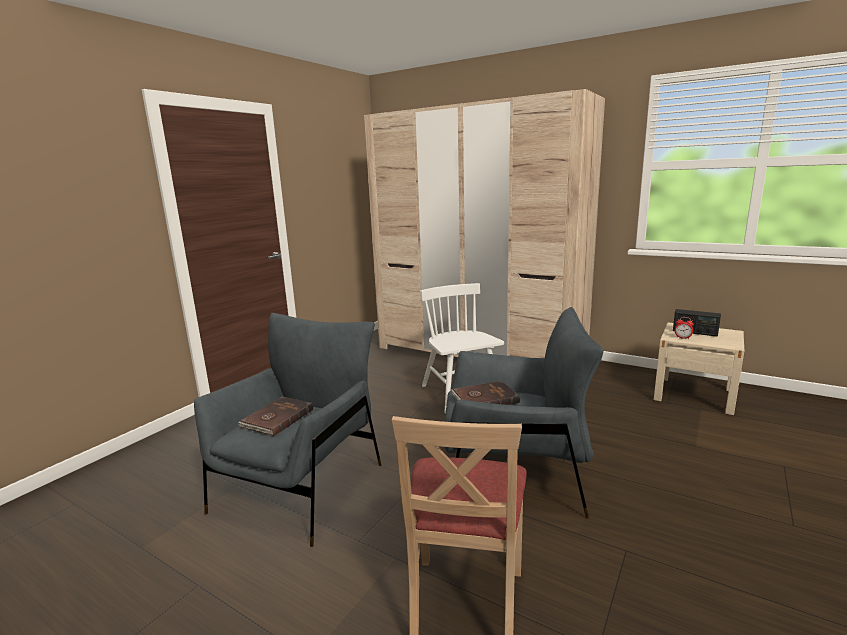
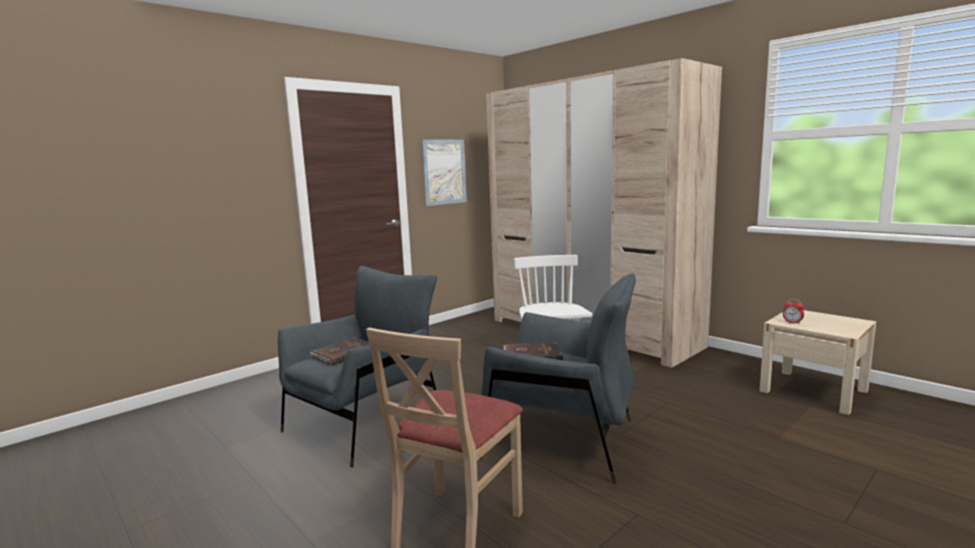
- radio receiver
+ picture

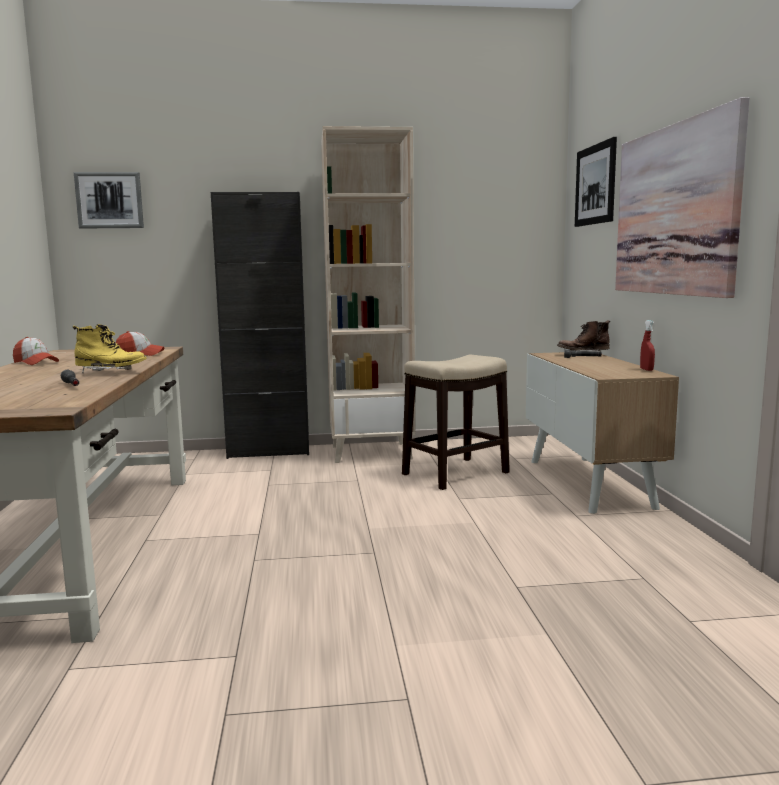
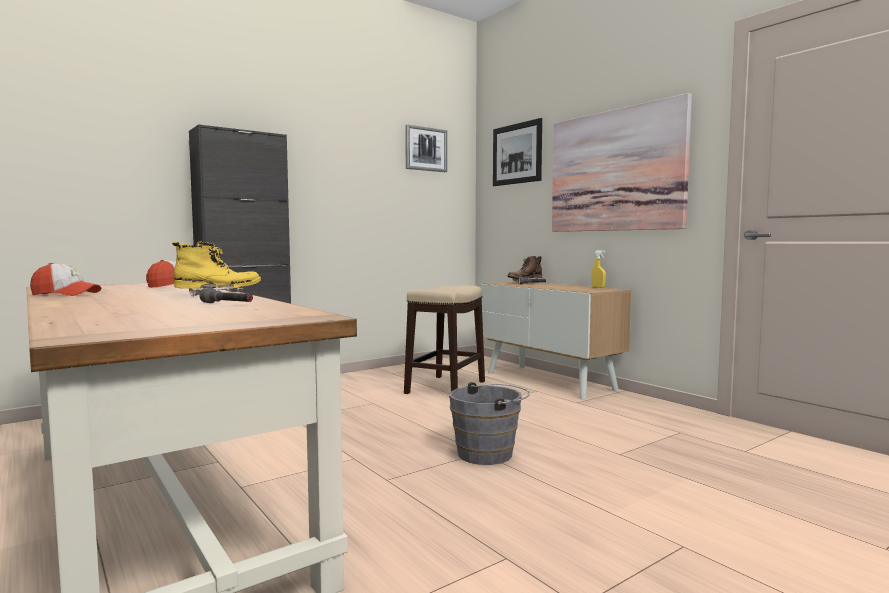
~ picture (1st from left)
- bookshelf/beige-coloured
~ hand sprayer/red to hand sprayer/yellow
+ water bucket/greyish

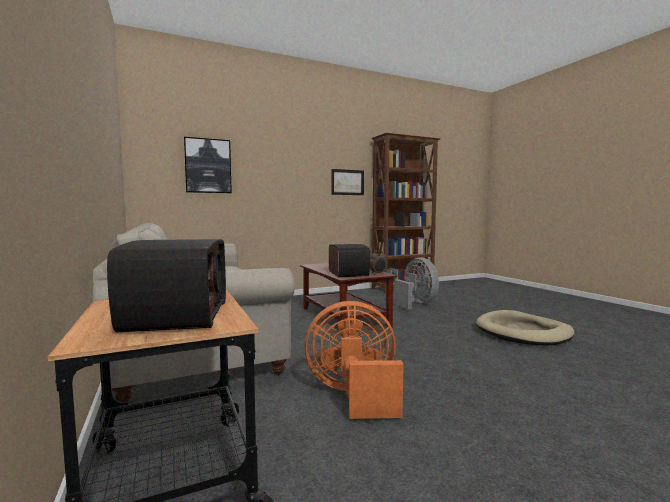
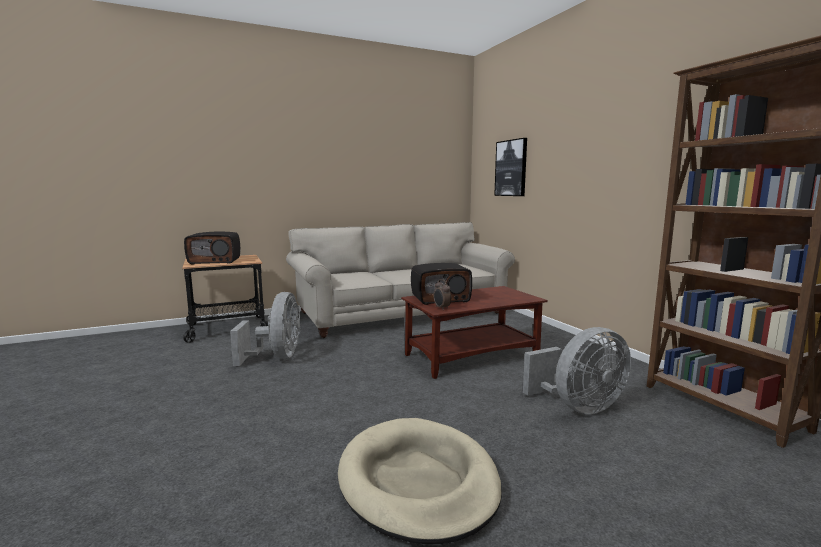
~ fan/orange-coloured to fan/greyish (1st from left)
- picture (2nd from left)

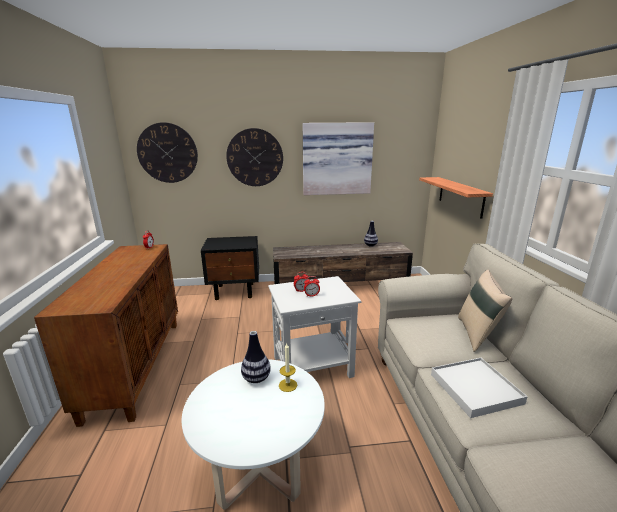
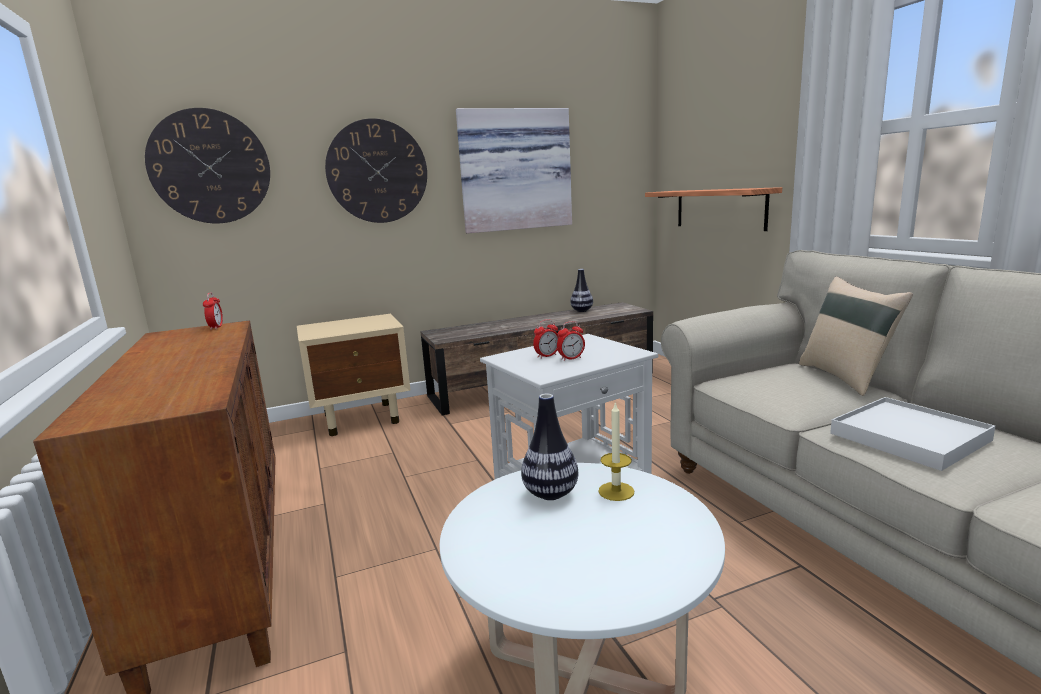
~ bedside table/black-coloured to bedside table/beige-coloured

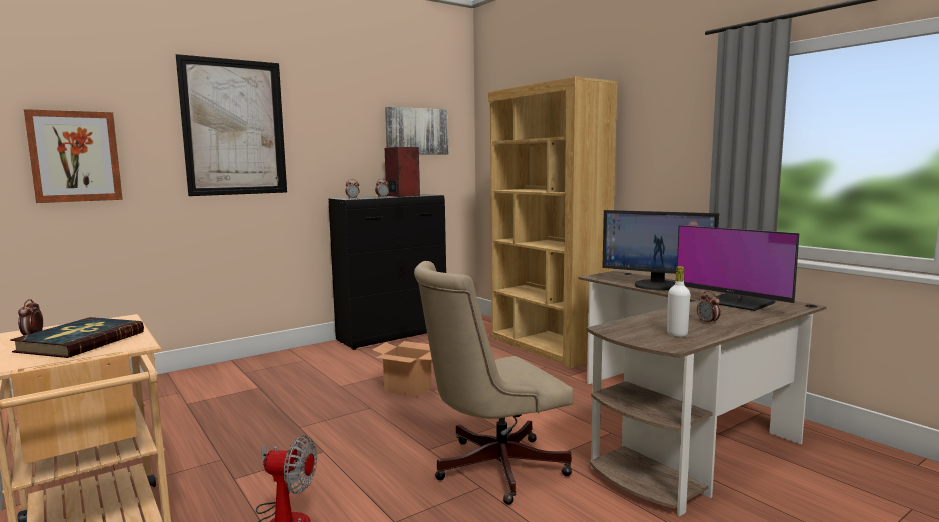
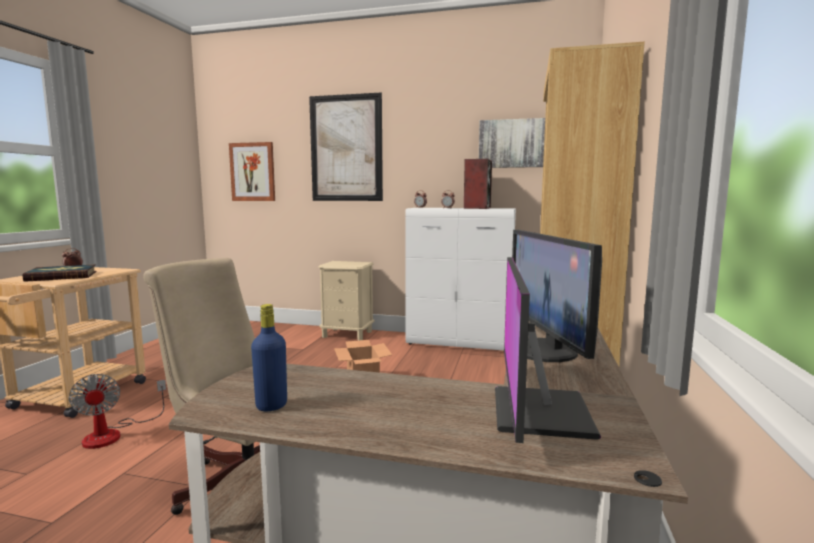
~ cabinet/black-coloured to cabinet/white
~ bottle/white to bottle/blue
- table clock (4th from left)
+ bedside table/beige-coloured

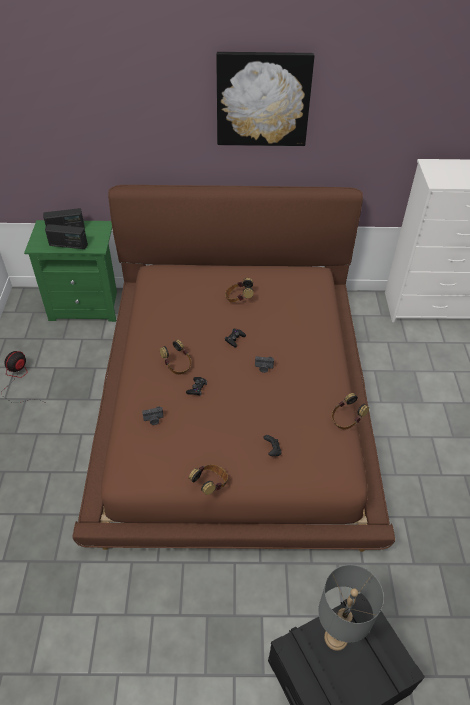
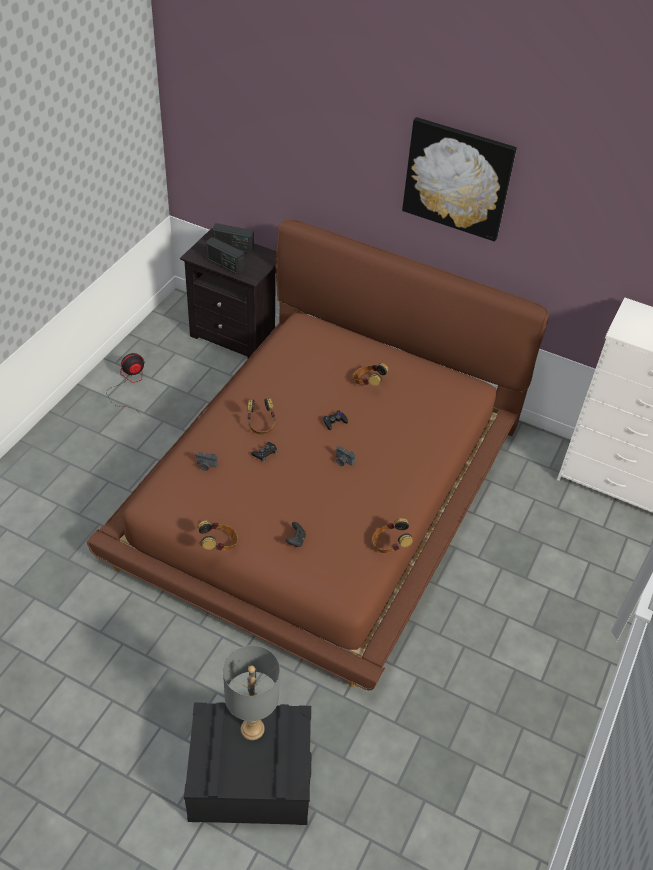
~ bedside table/green to bedside table/black-coloured

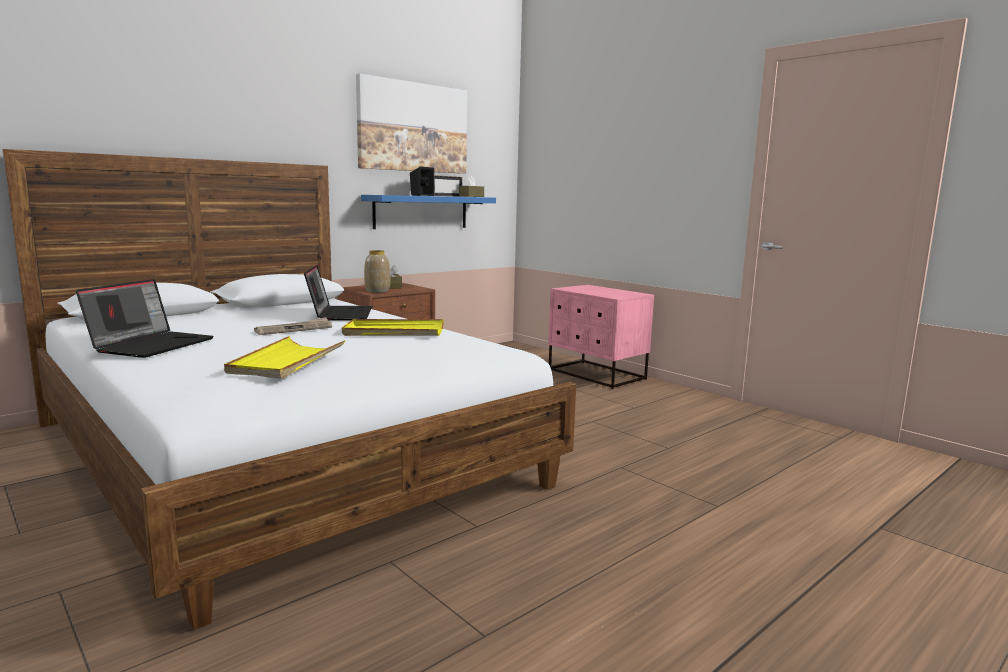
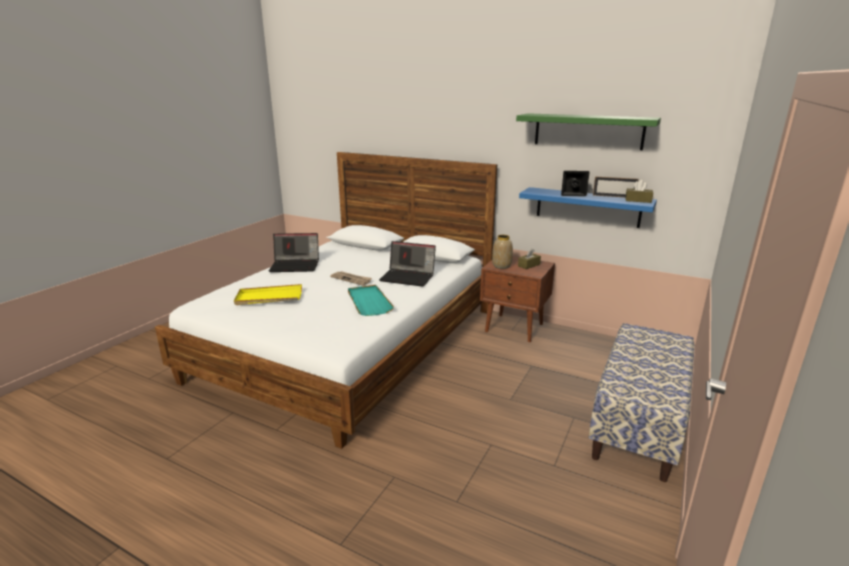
~ laptop (2nd from left) 45 degrees clockwise
~ carrying tray/yellow (2nd from left) to carrying tray/turquoise
~ picture to wall shelf/green
~ bedside table/pink to indoor bench

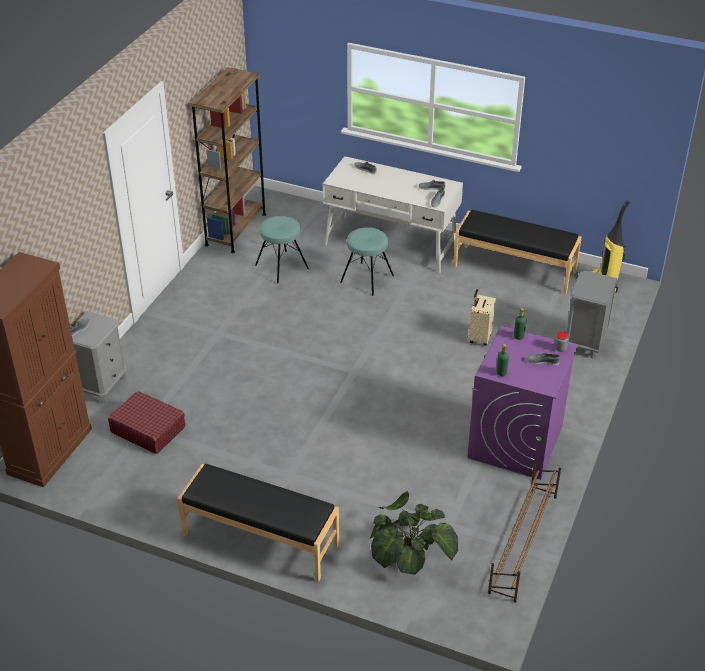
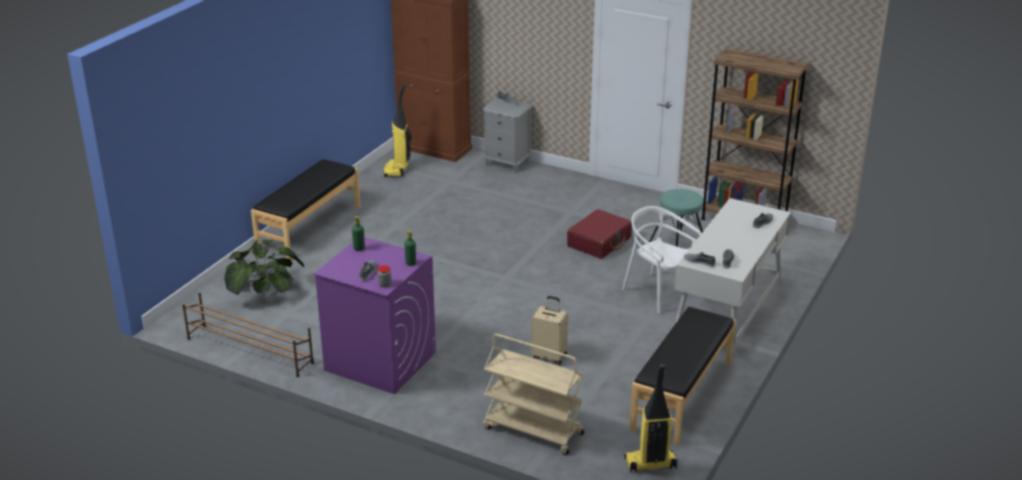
~ suitcase/red
~ stool/turquoise (2nd from left) to upright chair/white
~ bedside table/greyish (2nd from left) to wheeled cart/beige-coloured
+ hoover (1st from left)

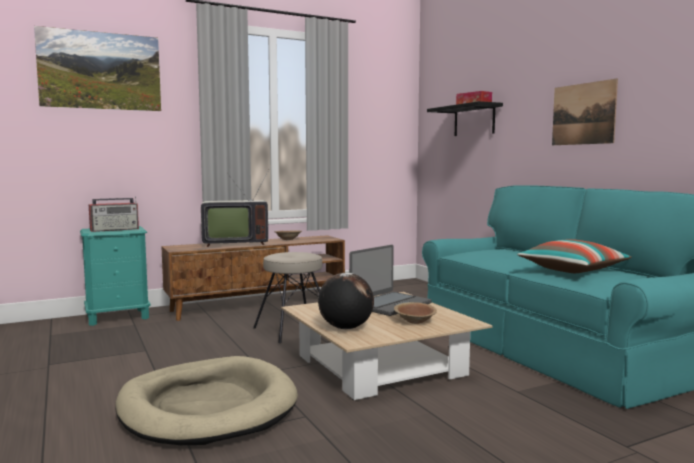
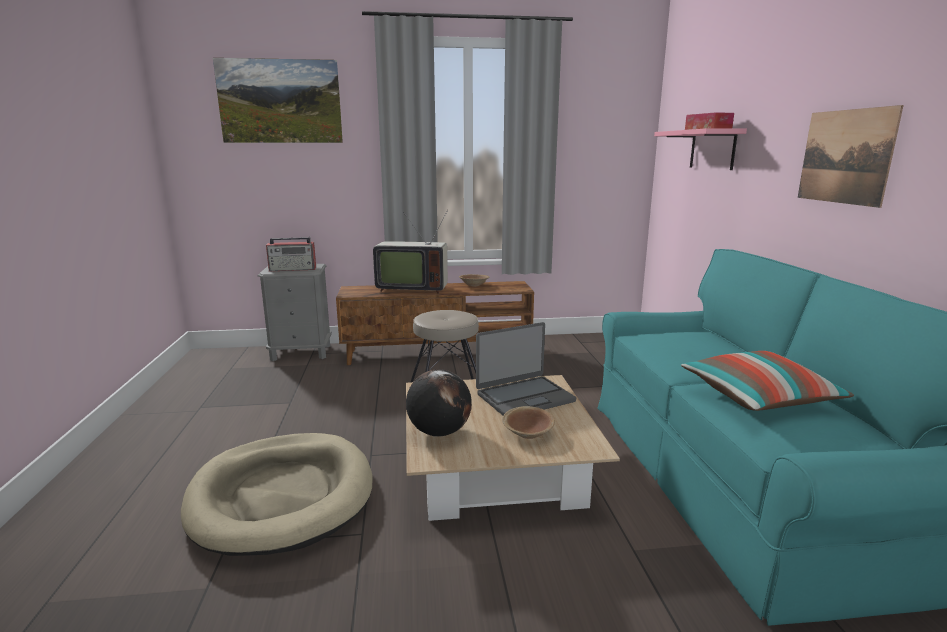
~ bedside table/turquoise to bedside table/greyish
~ wall shelf/black-coloured to wall shelf/pink

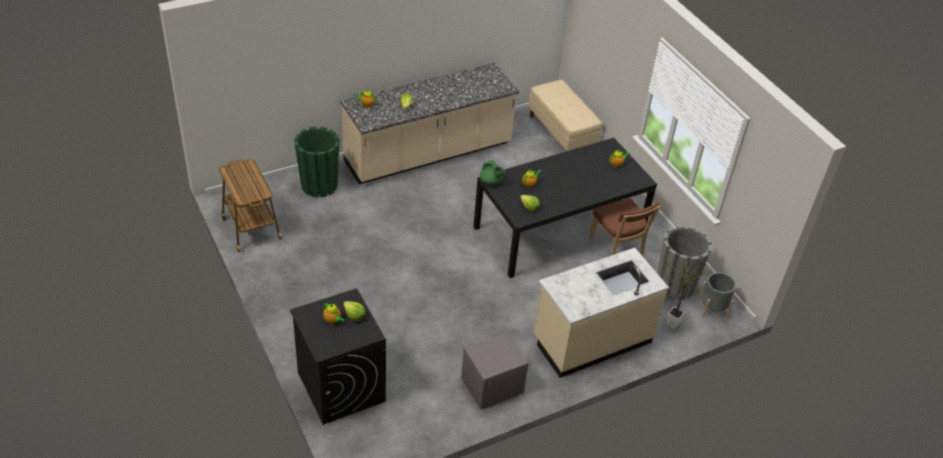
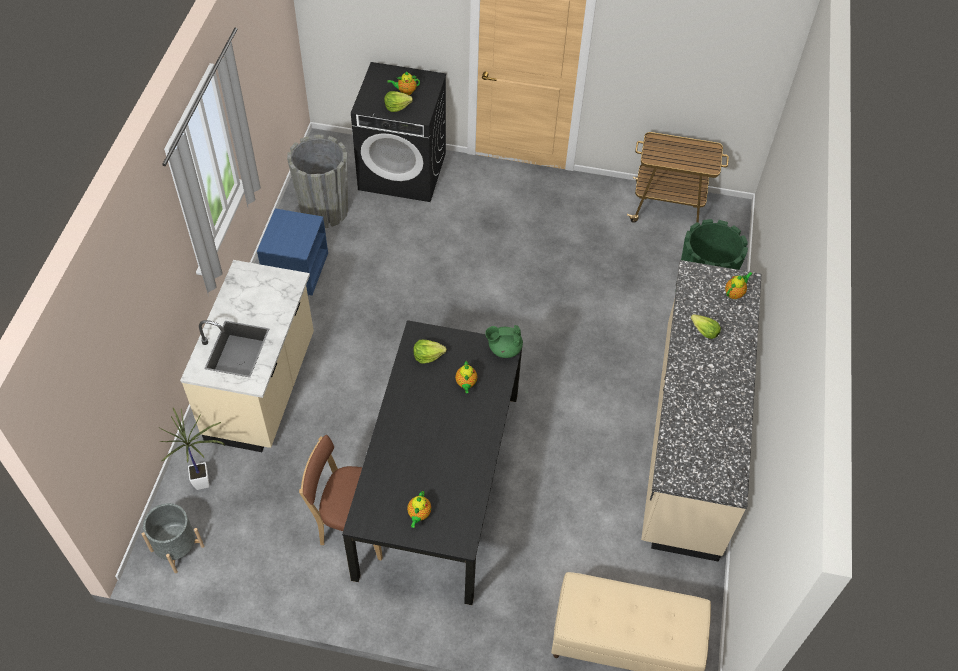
~ bedside table/greyish to bedside table/blue
~ plant pot/greyish (1st from left in the first image) to plant pot/greyish (2nd from left)

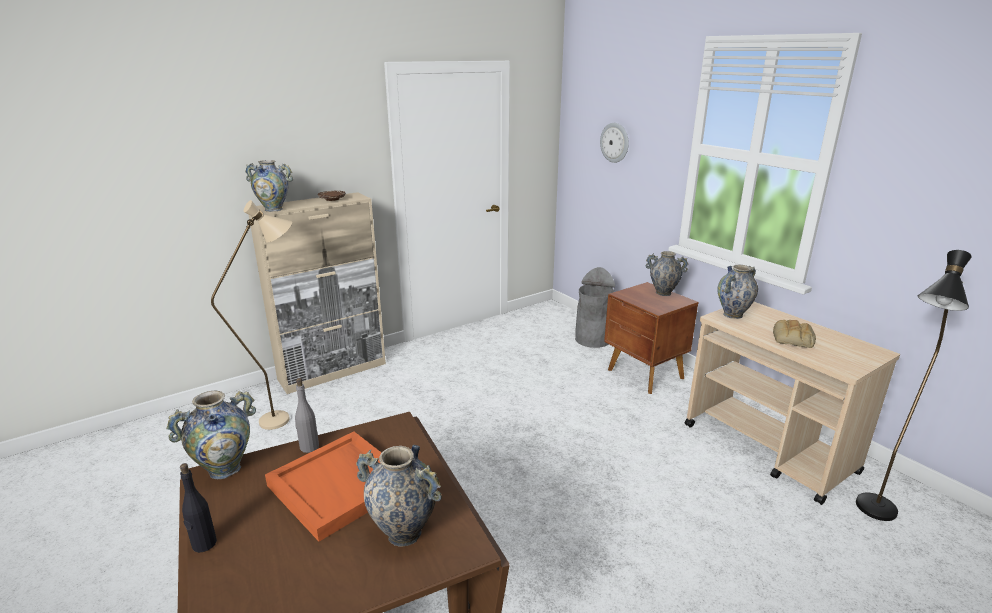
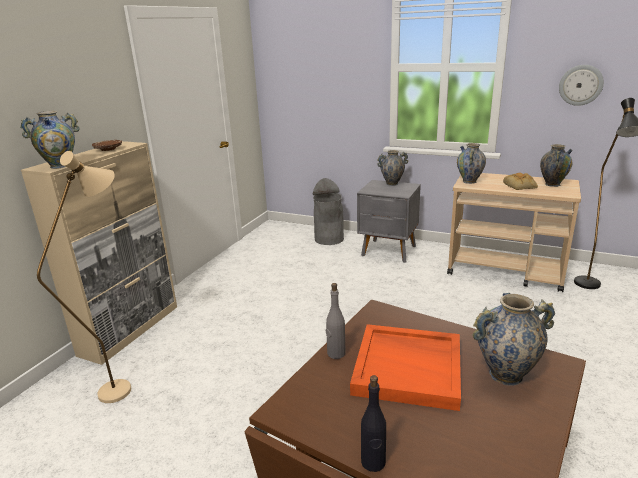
~ decorative vase (1st from left in the first image) to decorative vase (5th from left)
~ wall clock
~ bedside table/brown to bedside table/greyish

